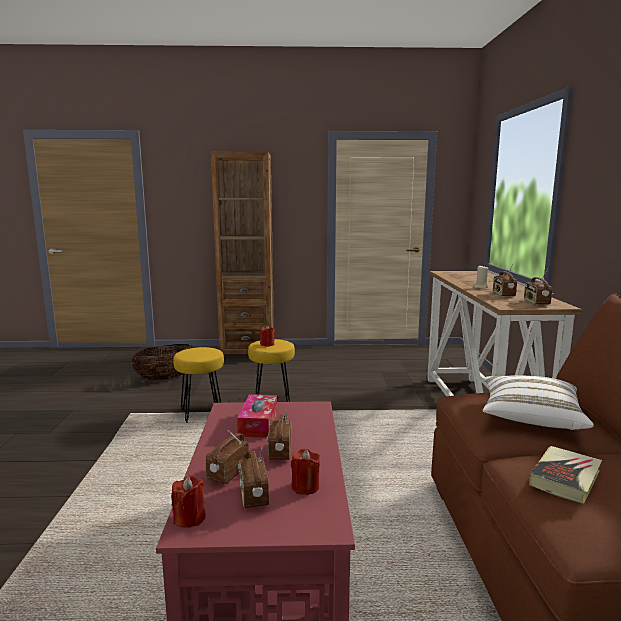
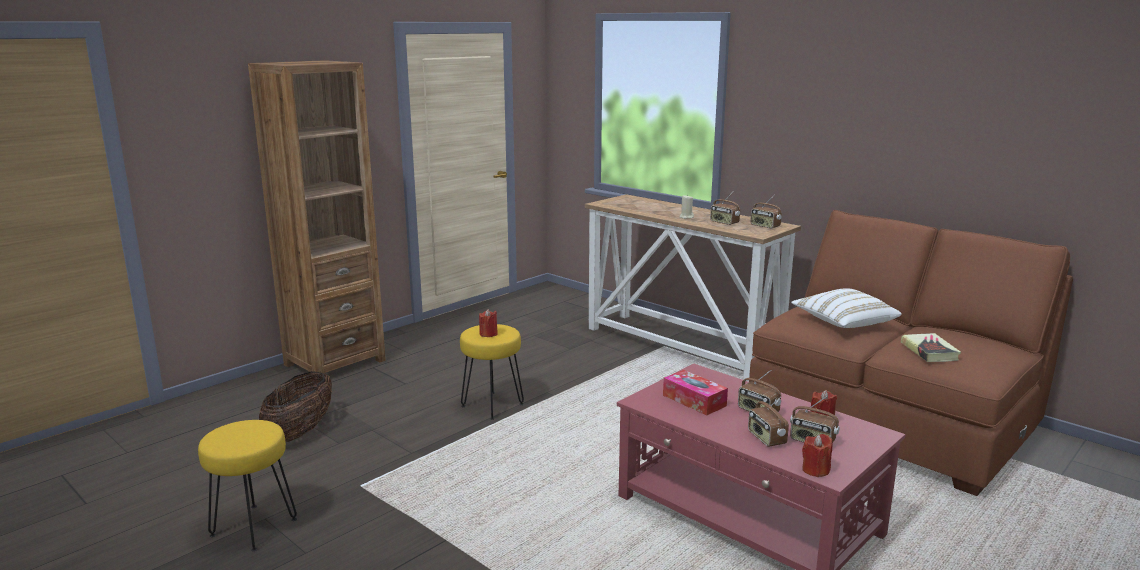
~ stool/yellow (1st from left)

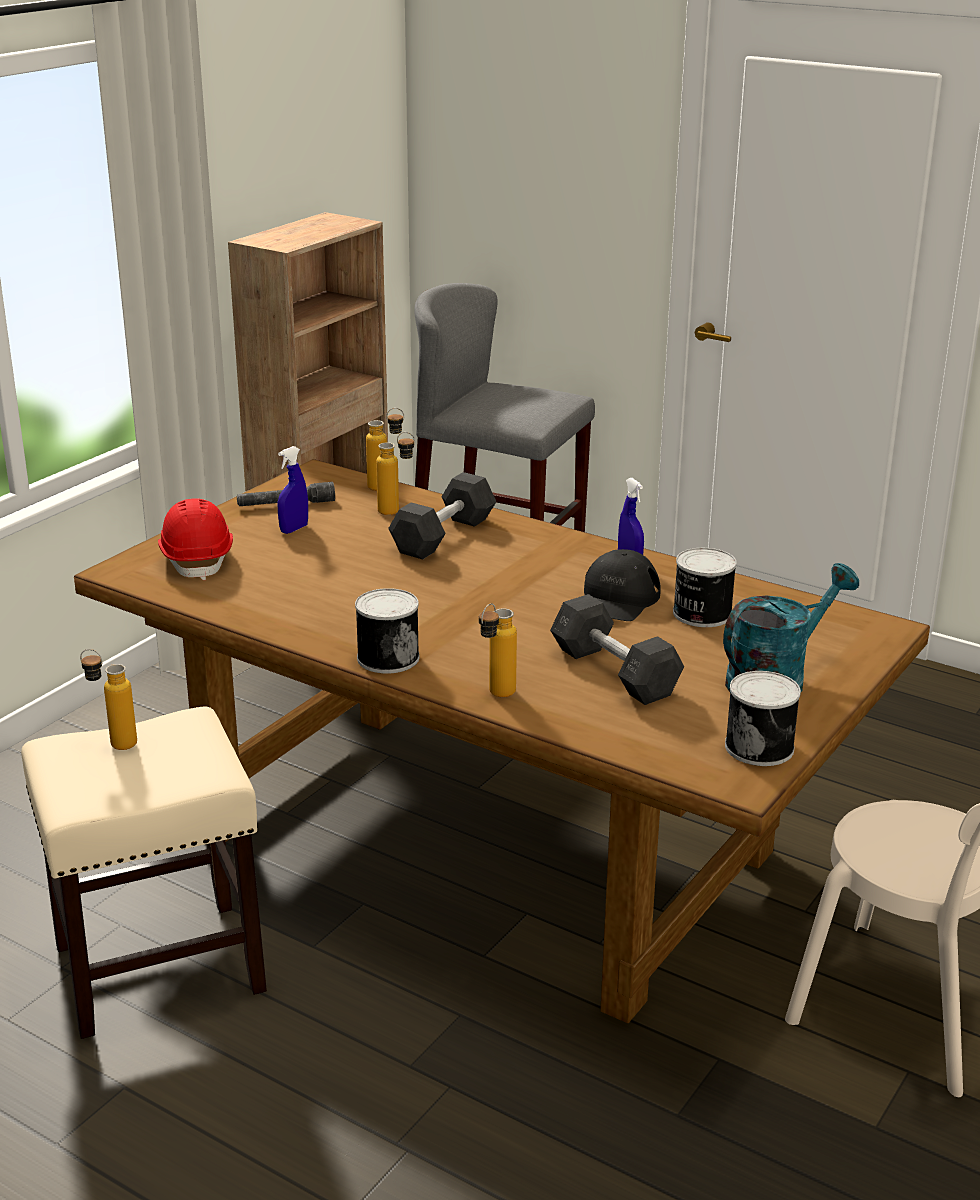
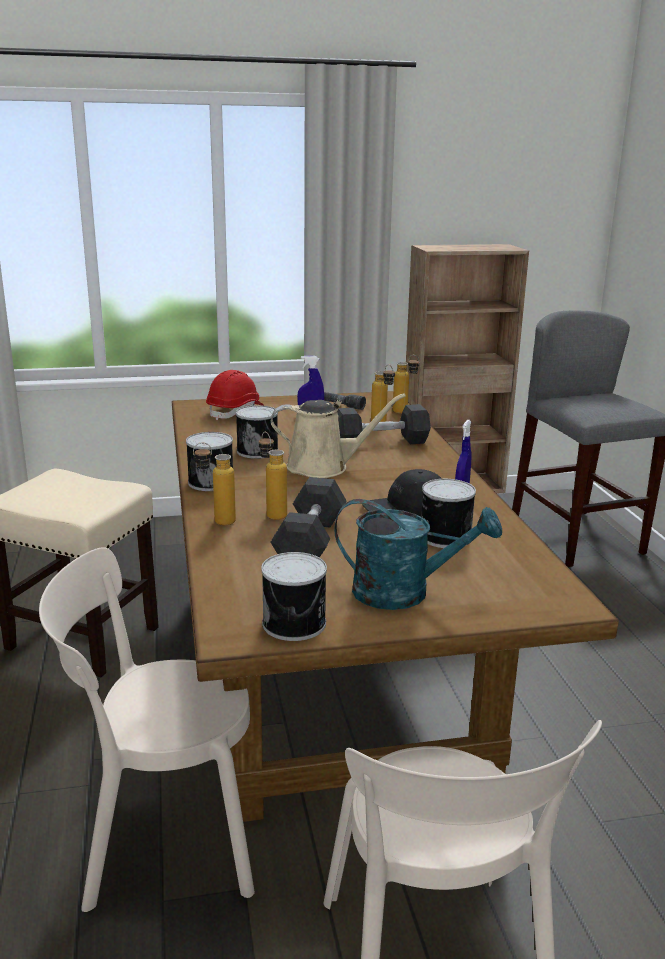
~ bottle (1st from left in the first image) to bottle (2nd from left)
+ upright chair/beige-coloured (1st from left)
+ can (2nd from left)
+ sprinkling can/beige-coloured

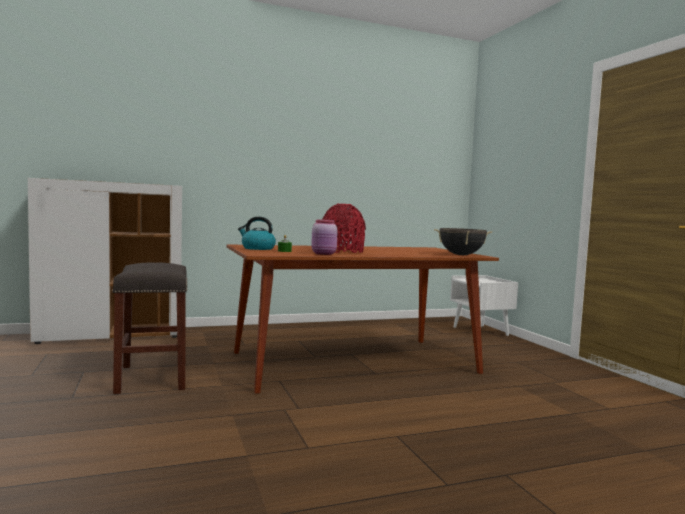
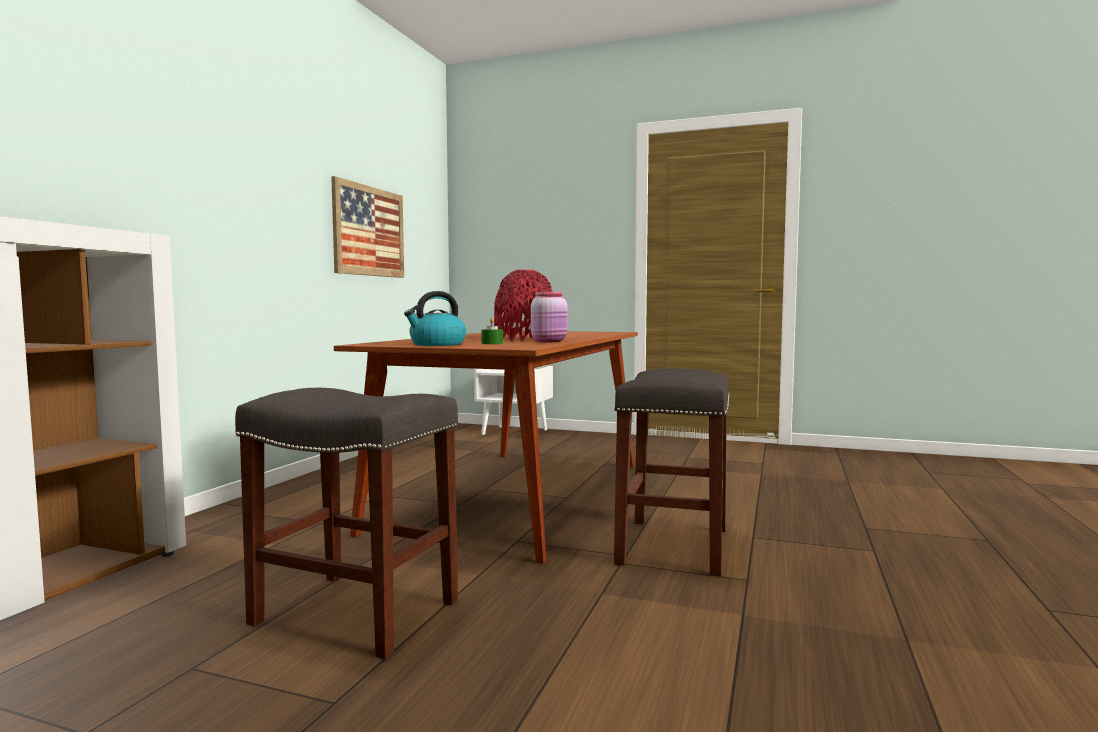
- stockpot/black-coloured
+ picture
+ stool/greyish (2nd from left)

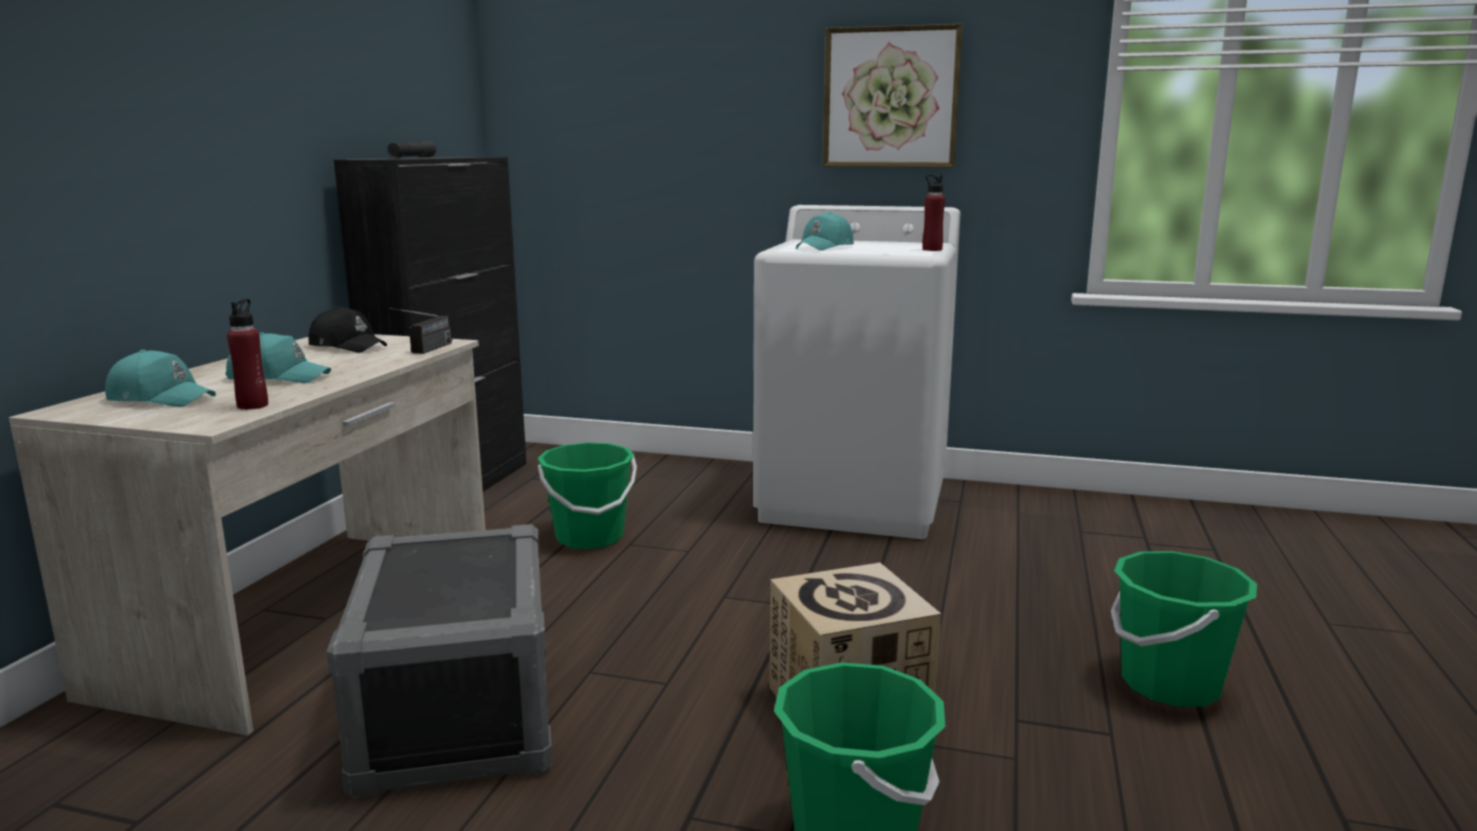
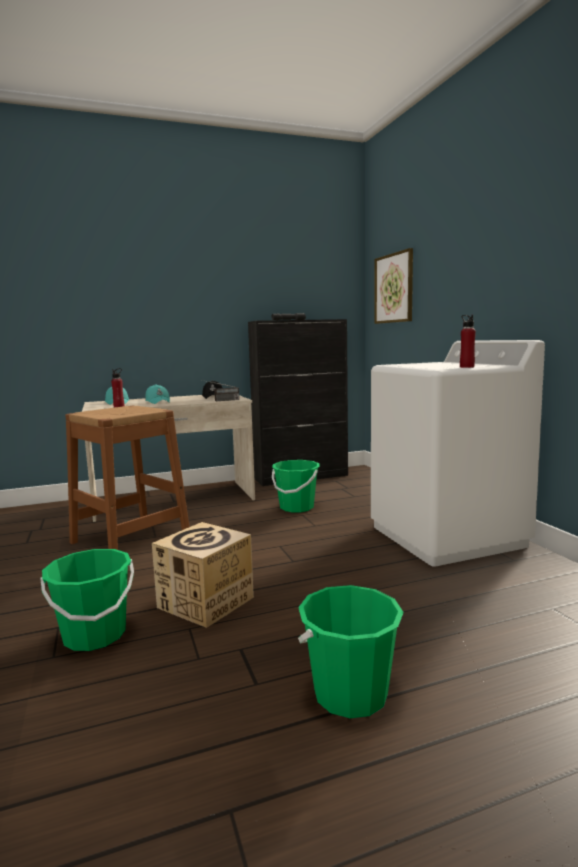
~ storage bin/greyish to stool/brown
- peaked cap/turquoise (3rd from left)
~ picture

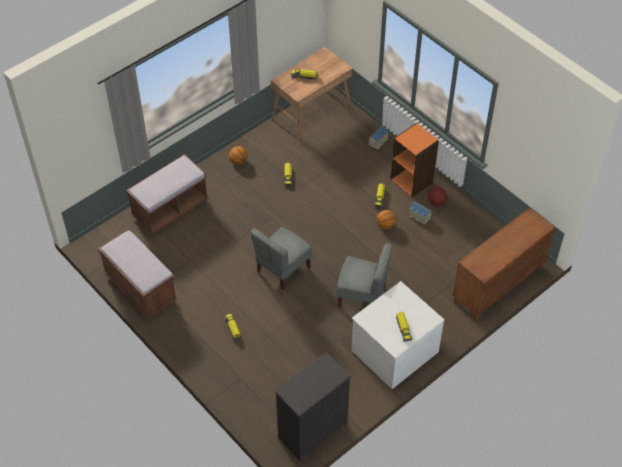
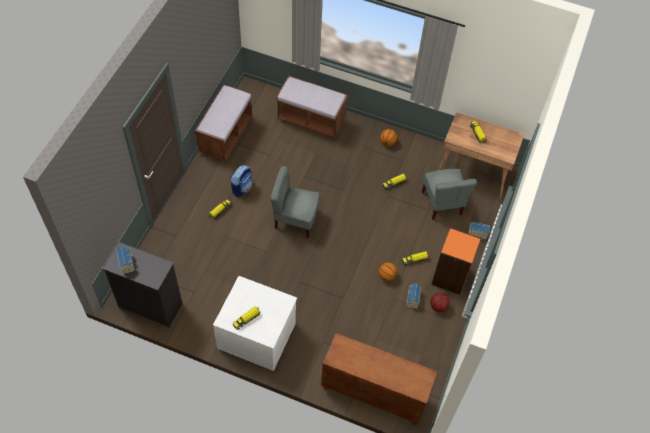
~ upright chair/greyish (2nd from left)
+ miniature house (1st from left)
+ knapsack

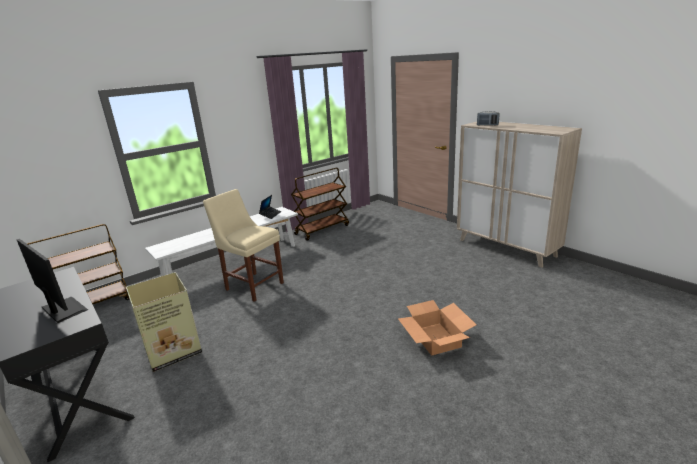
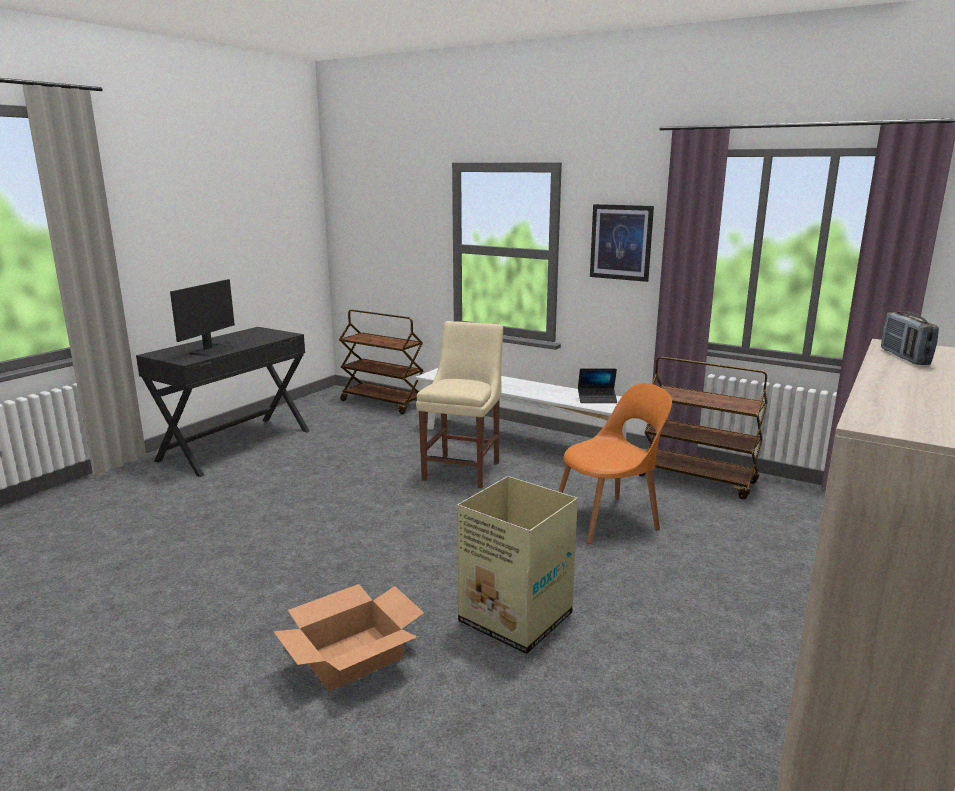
~ carton (1st from left in the first image) to carton (2nd from left)
+ upright chair/orange-coloured
+ picture

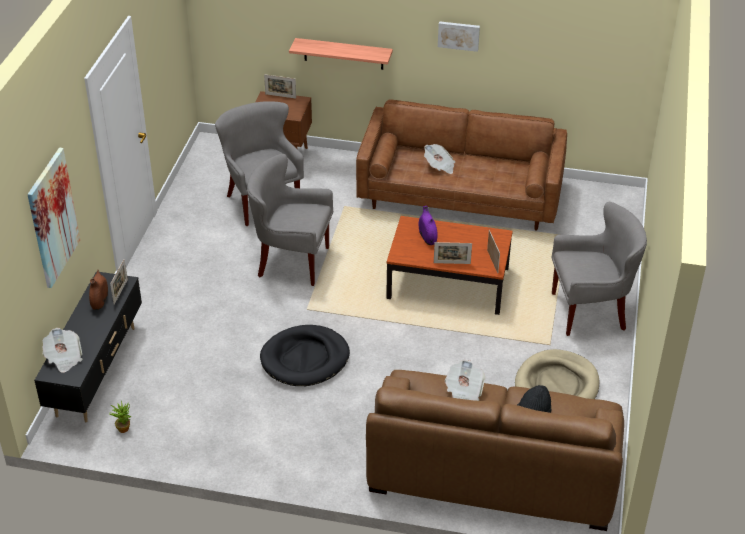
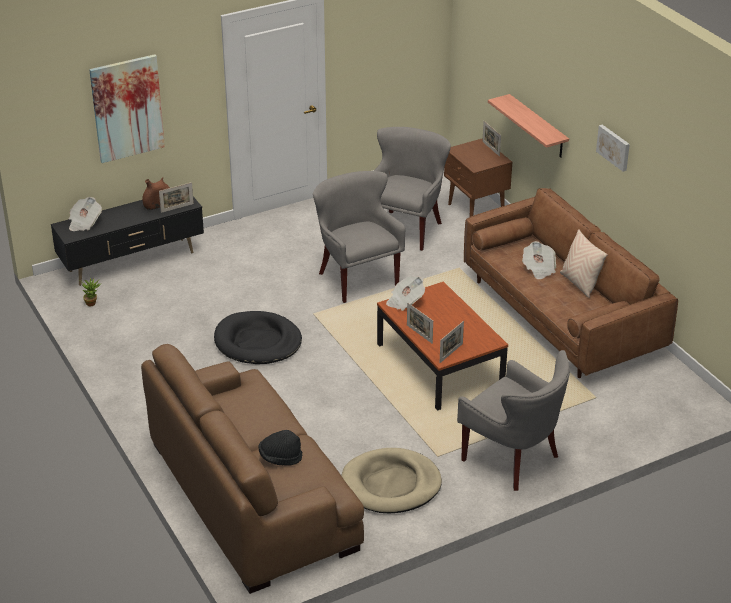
- decorative vase/purple-coloured
~ printed paper (3rd from left in the first image) to printed paper (2nd from left)
+ throw pillow/beige-coloured

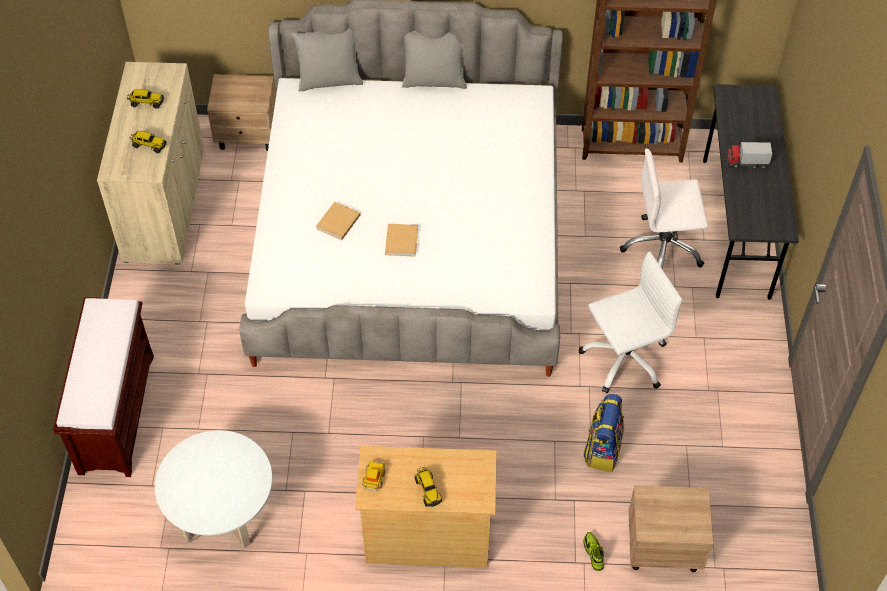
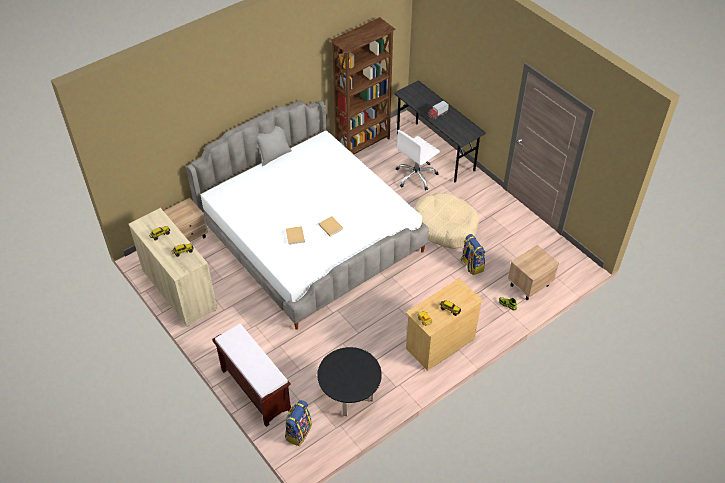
~ lounge table/white to lounge table/black-coloured
- throw pillow/greyish (1st from left)
~ desk chair/white (1st from left) to dog bed/beige-coloured
+ knapsack (1st from left)

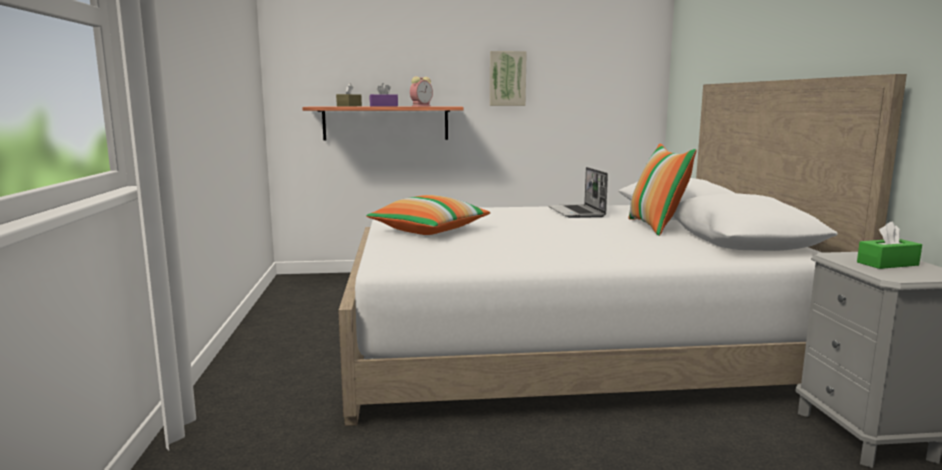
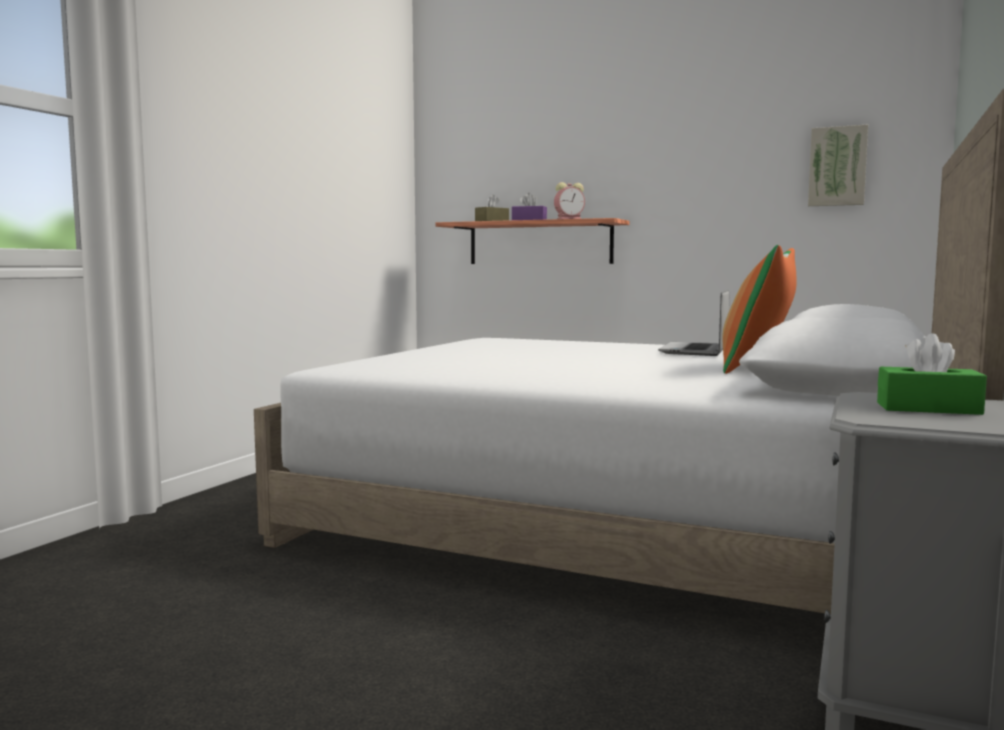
- throw pillow (1st from left)
~ picture

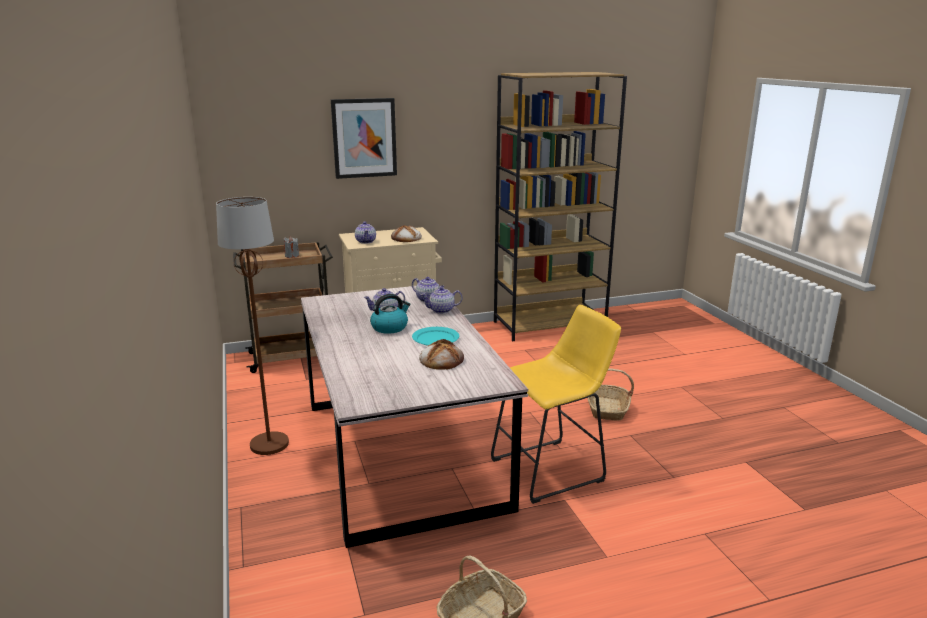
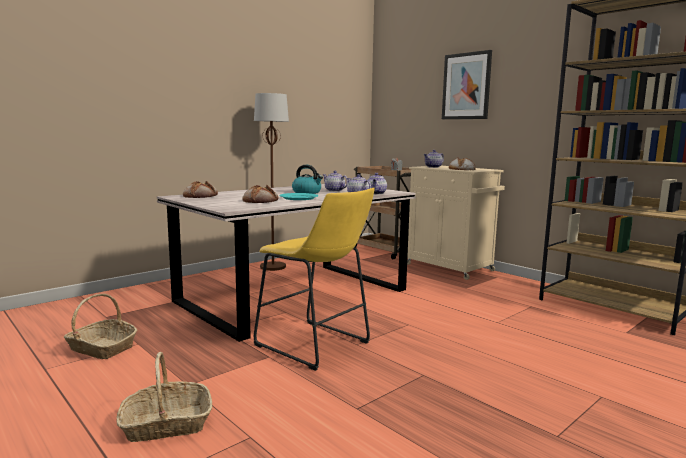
~ basket (2nd from left)
+ bakery bread (1st from left)

